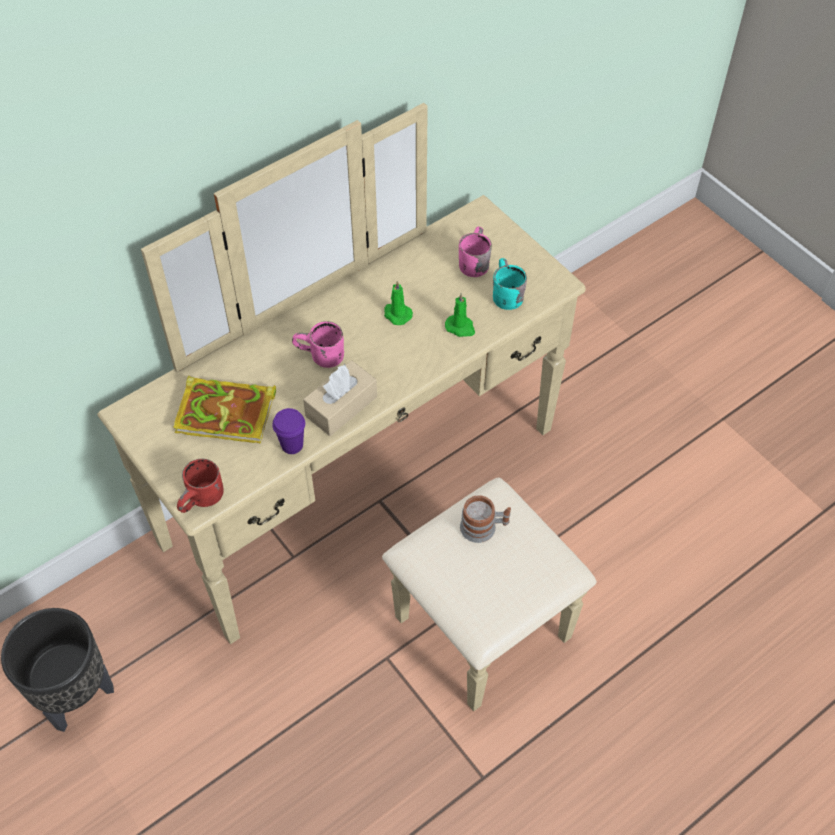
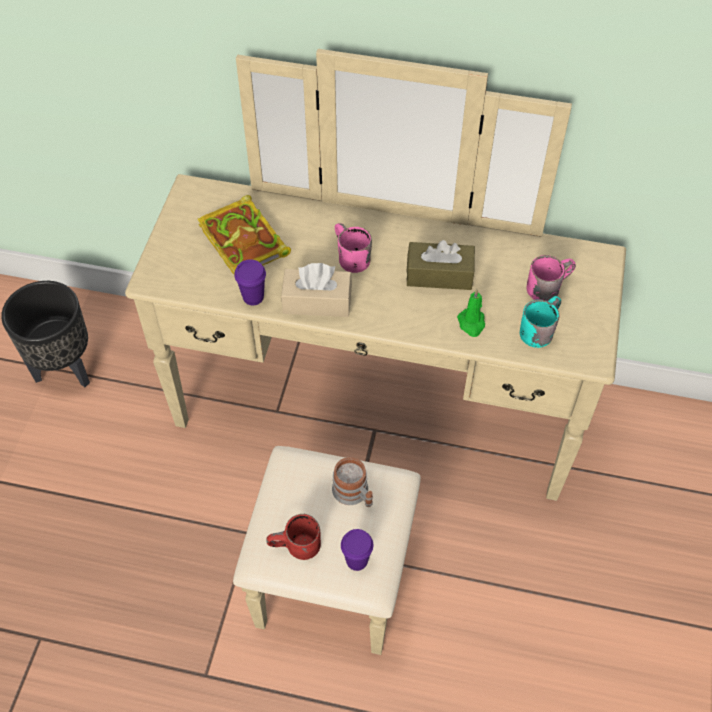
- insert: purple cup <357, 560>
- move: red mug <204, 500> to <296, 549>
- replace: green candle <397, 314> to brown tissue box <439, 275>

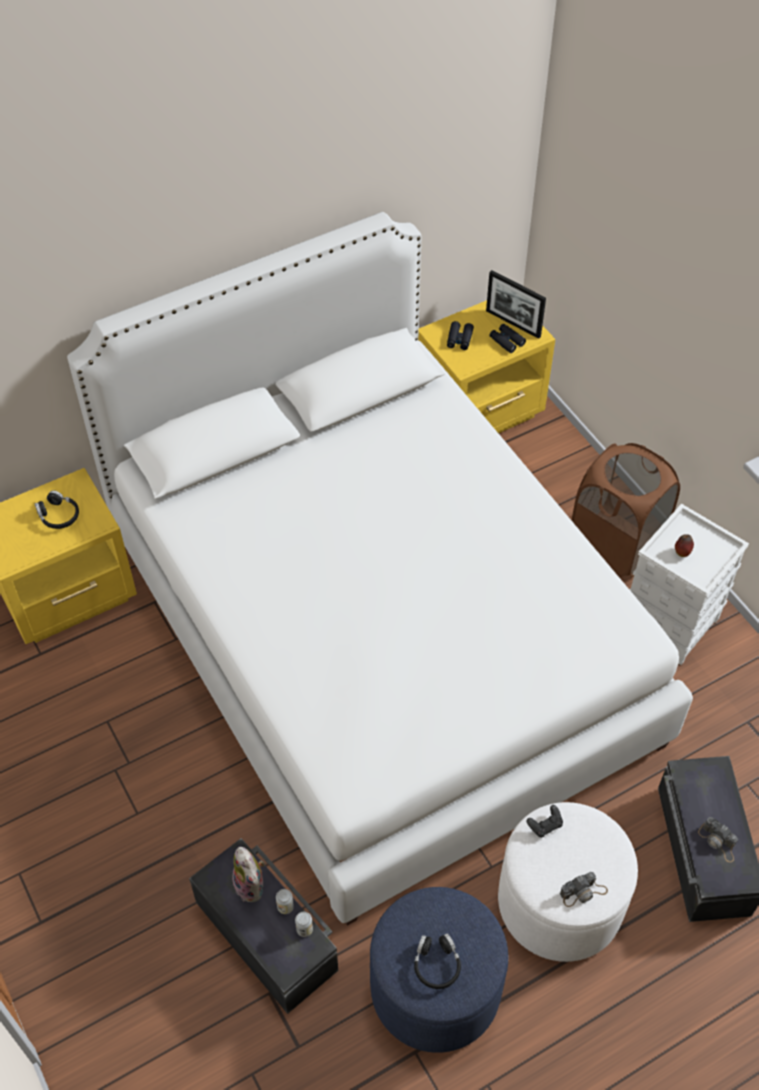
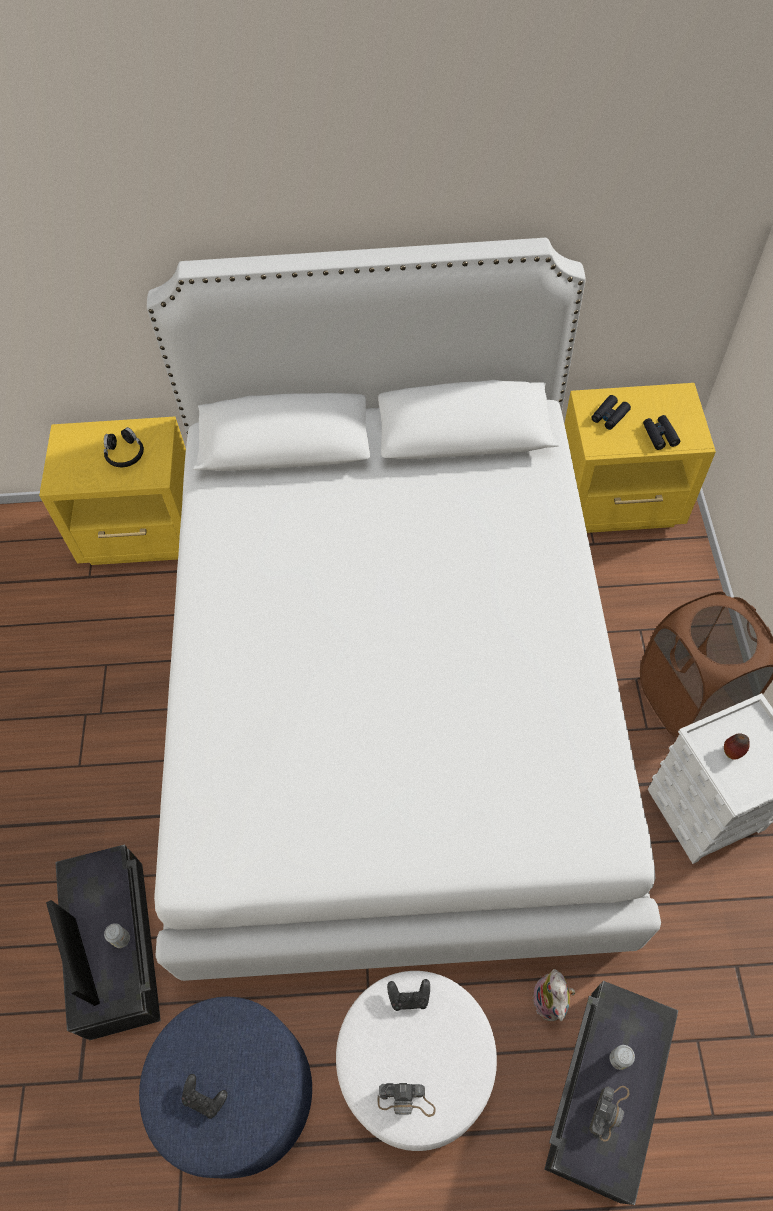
- move: plush toy <252, 886> to <551, 1001>
- move: can <304, 929> to <618, 1059>
- move: picture frame <513, 323> to <84, 961>
- replace: black headphones <436, 964> to black game controller <205, 1097>
- rotate: photo camera <718, 842> = <609, 1110> 135 degrees counterclockwise

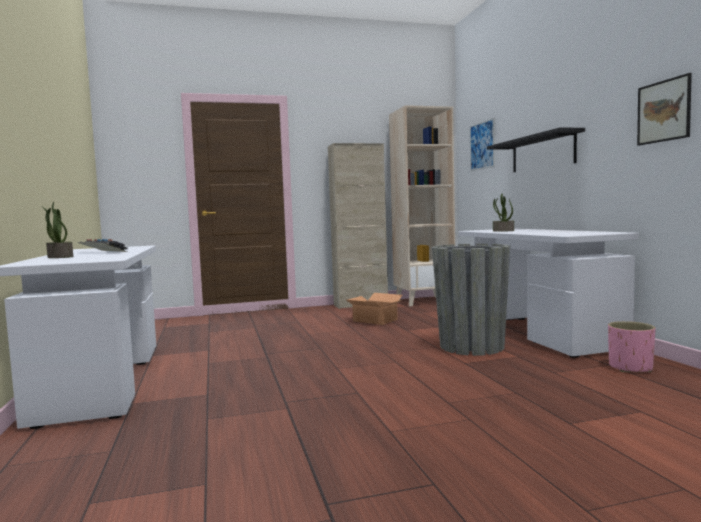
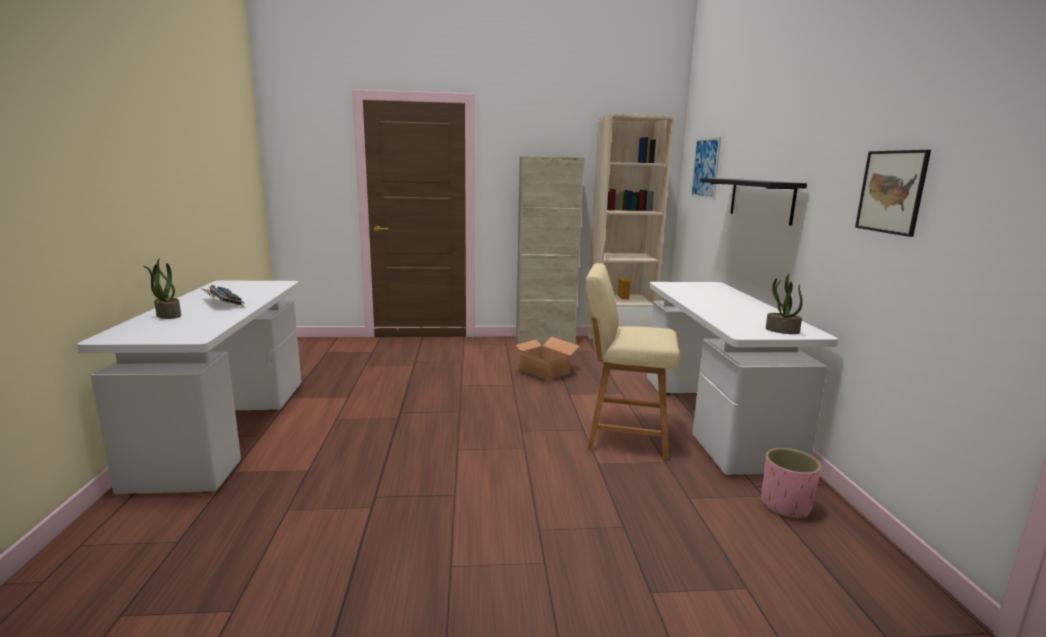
- move: potted plant <503, 231> to <781, 331>
- replace: grey planter <471, 347> to beige stool <622, 435>

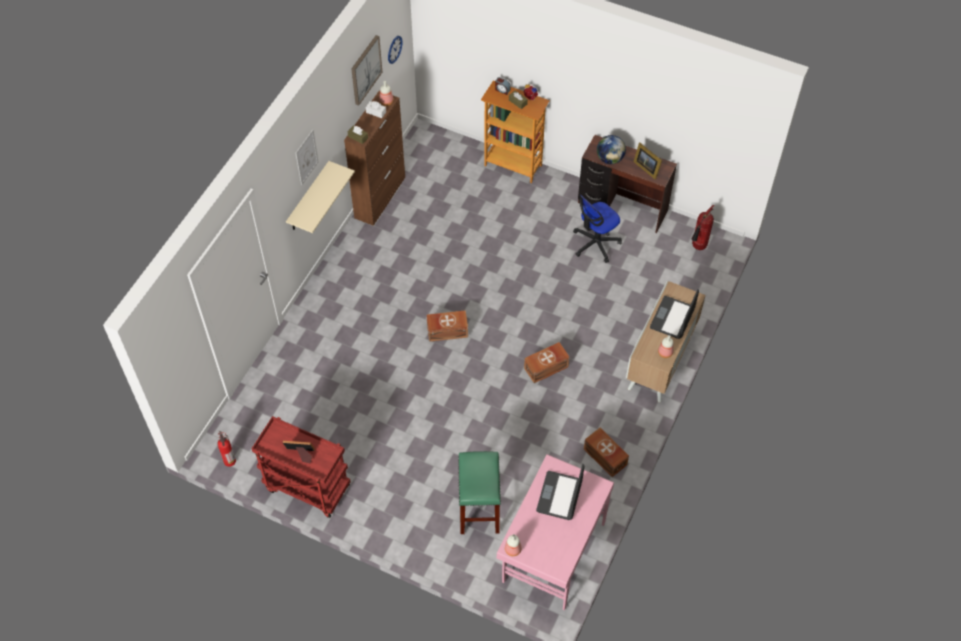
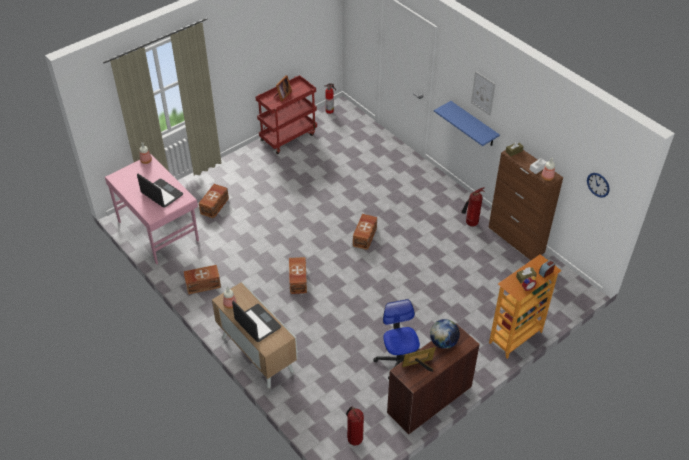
- delete: picture <365, 69>
- insert: fire extinguisher <470, 224>
- replace: green stool <478, 509> to brown storage box <215, 206>
- recolor: beige shelf <308, 198> to blue shelf <473, 124>

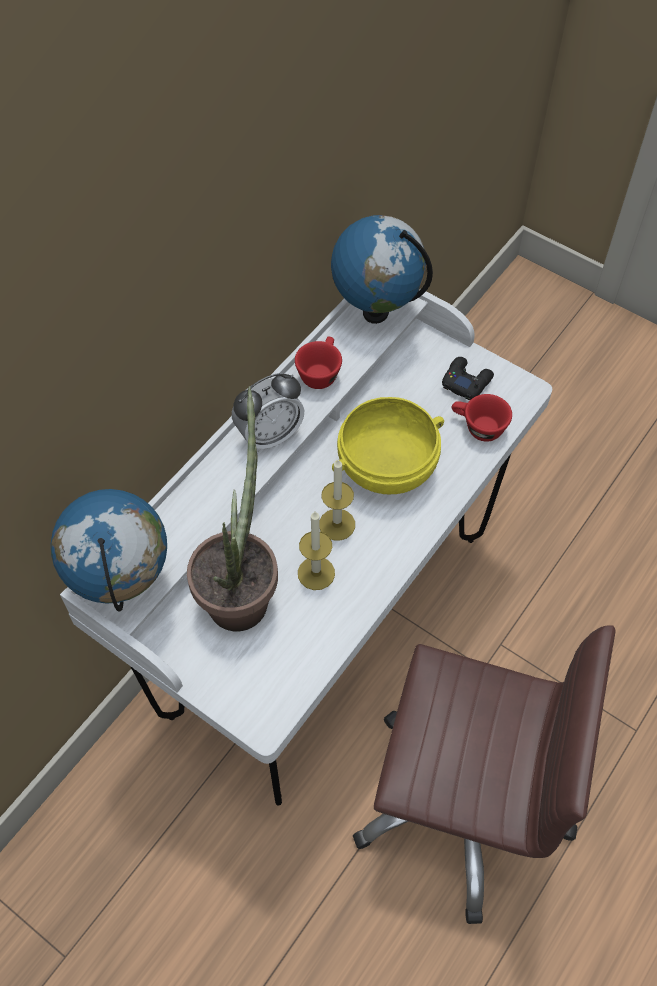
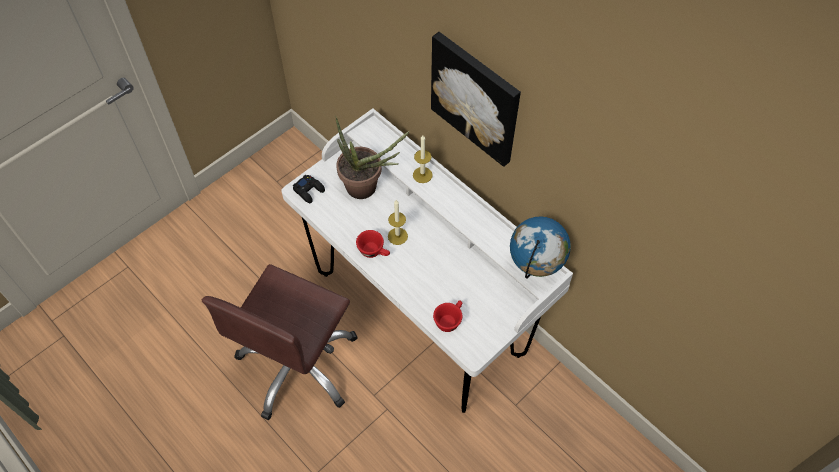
- delete: globe <124, 584>
- delete: alarm clock <269, 435>
- delete: yellow bowl <387, 469>
- insert: picture <476, 97>
- move: red cup <320, 372> to <374, 251>
- move: candle <316, 573> to <422, 175>
- move: black game controller <466, 381> to <309, 190>

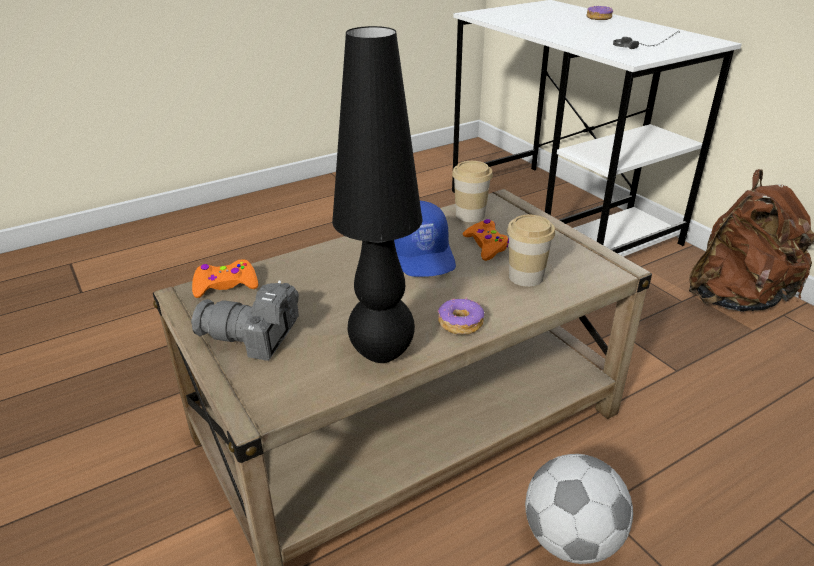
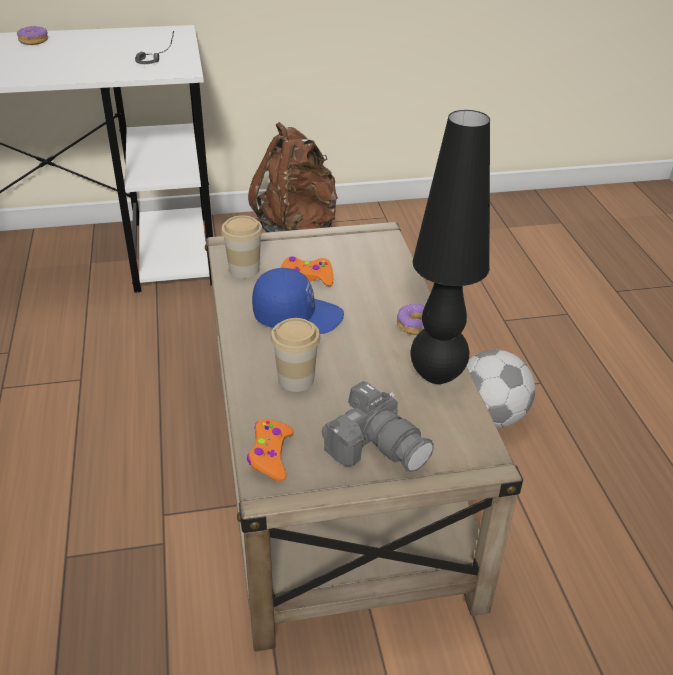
- move: cup <526, 277> to <296, 379>
- rotate: photo camera <254, 336> = <377, 446> 75 degrees counterclockwise

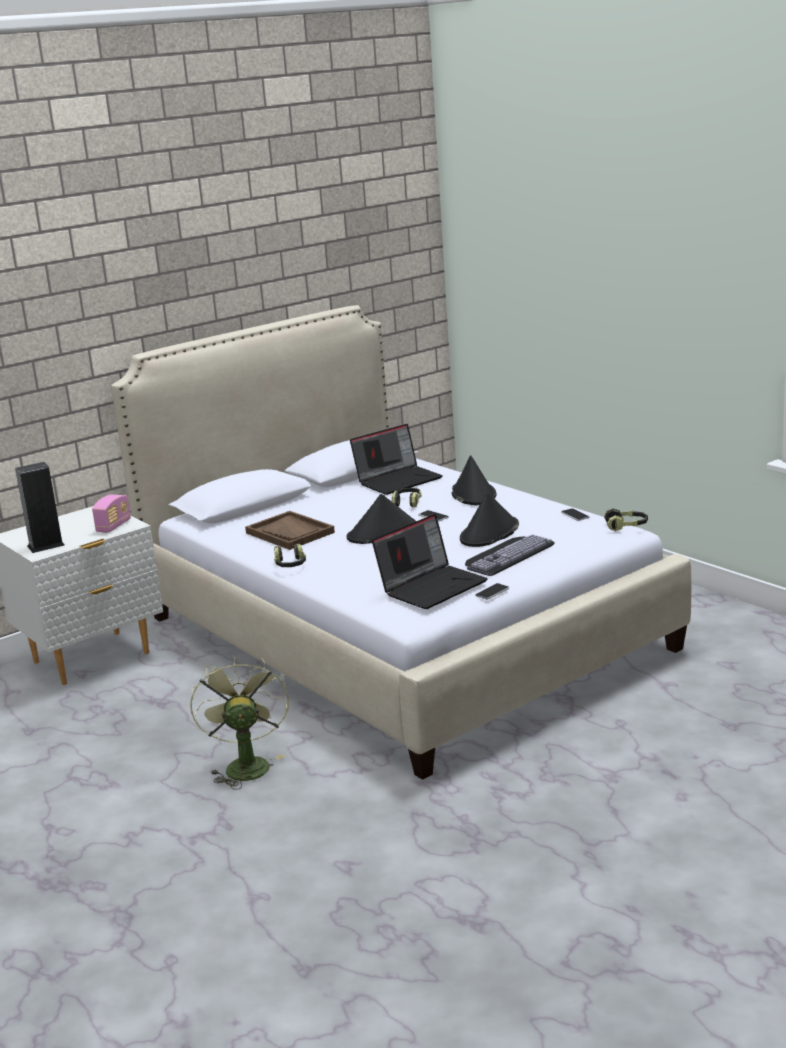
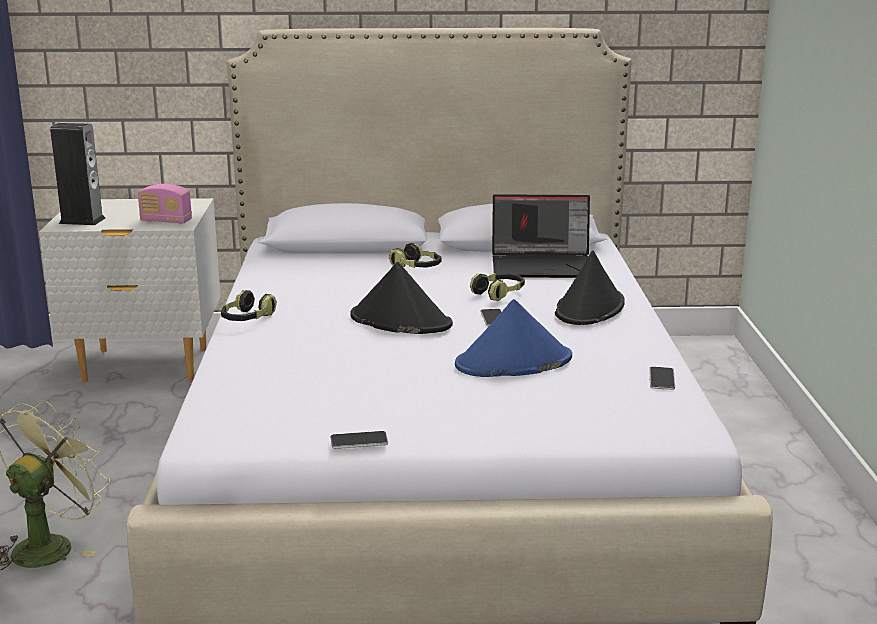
- delete: brown tray <290, 533>
- delete: laptop <432, 586>
- delete: keyboard <506, 554>
- move: headphones <626, 526> to <417, 267>
- recolor: black hat <489, 533> to blue hat <513, 362>
- rotate: radio <113, 526> = <166, 221> 45 degrees clockwise

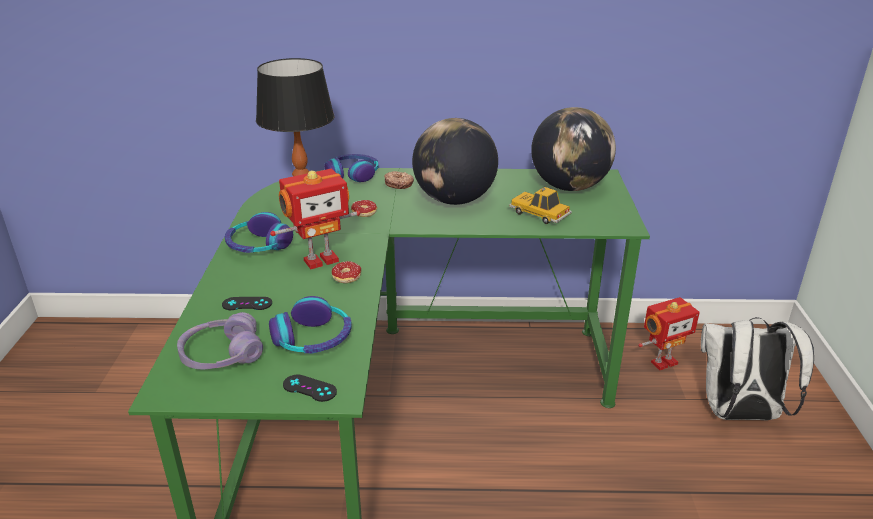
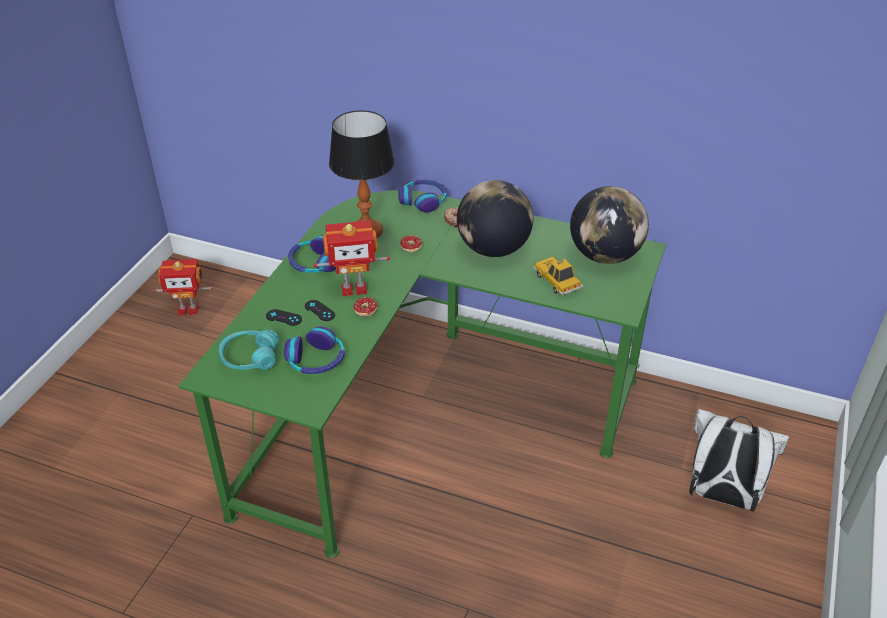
- move: black game controller <309, 388> to <319, 310>
- move: toy robot <663, 362> to <188, 309>
- recolor: purple headphones <222, 355> to turquoise headphones <250, 358>

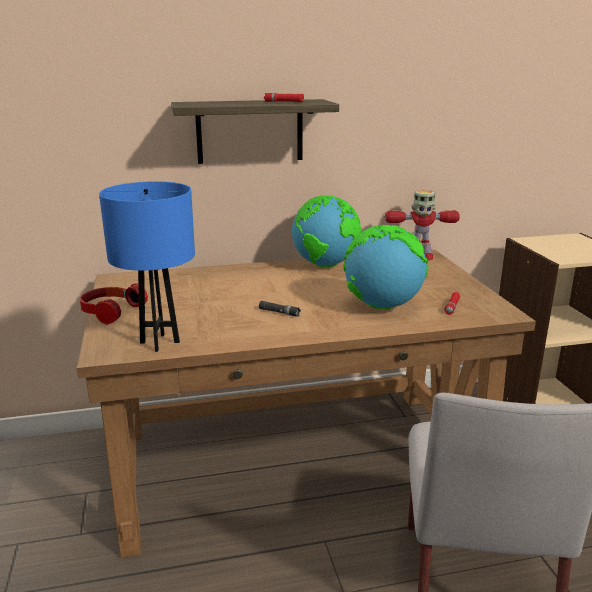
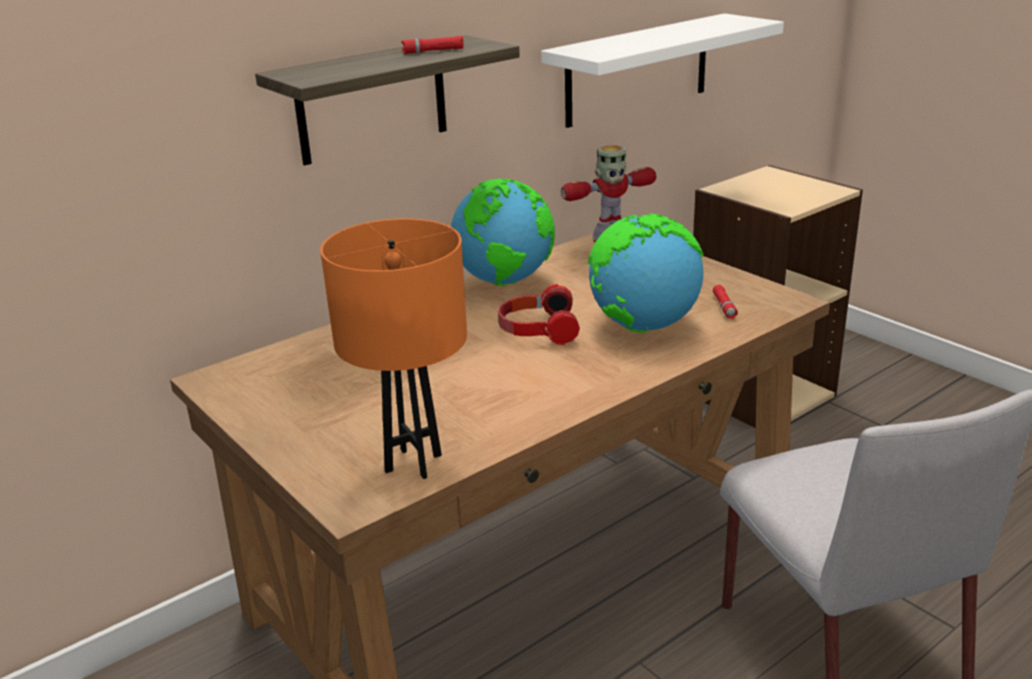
- delete: black flashlight <279, 312>
- insert: white shelf <638, 70>
- move: headphones <110, 312> to <537, 330>
- recolor: blue table lamp <160, 342> to orange table lamp <413, 463>

